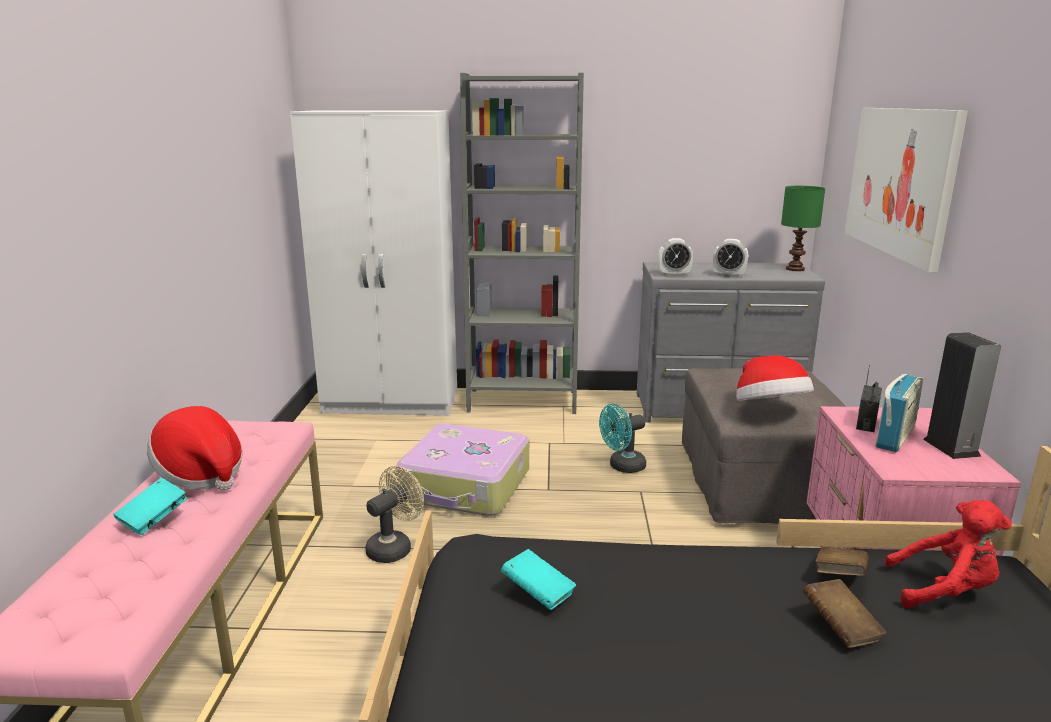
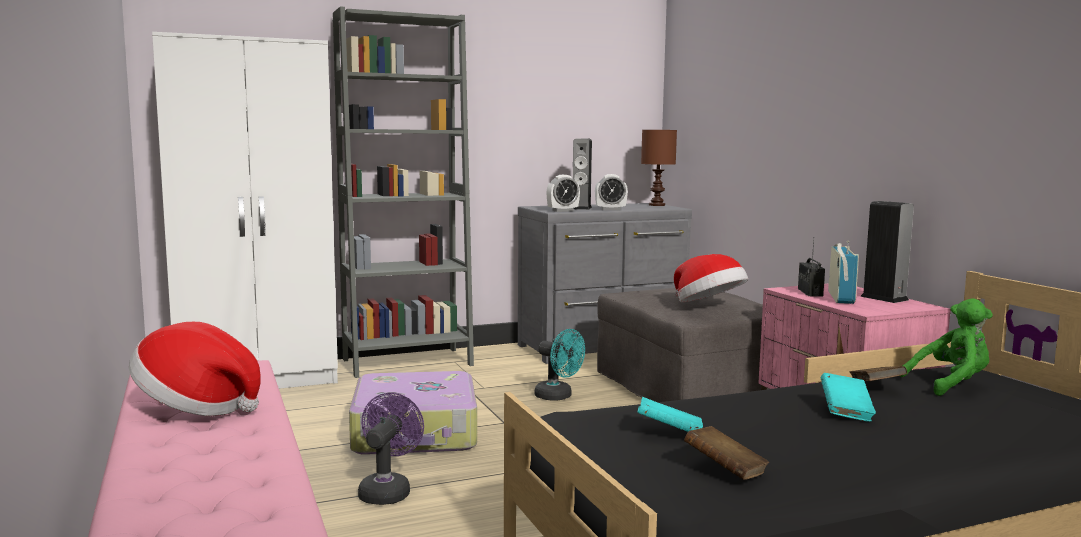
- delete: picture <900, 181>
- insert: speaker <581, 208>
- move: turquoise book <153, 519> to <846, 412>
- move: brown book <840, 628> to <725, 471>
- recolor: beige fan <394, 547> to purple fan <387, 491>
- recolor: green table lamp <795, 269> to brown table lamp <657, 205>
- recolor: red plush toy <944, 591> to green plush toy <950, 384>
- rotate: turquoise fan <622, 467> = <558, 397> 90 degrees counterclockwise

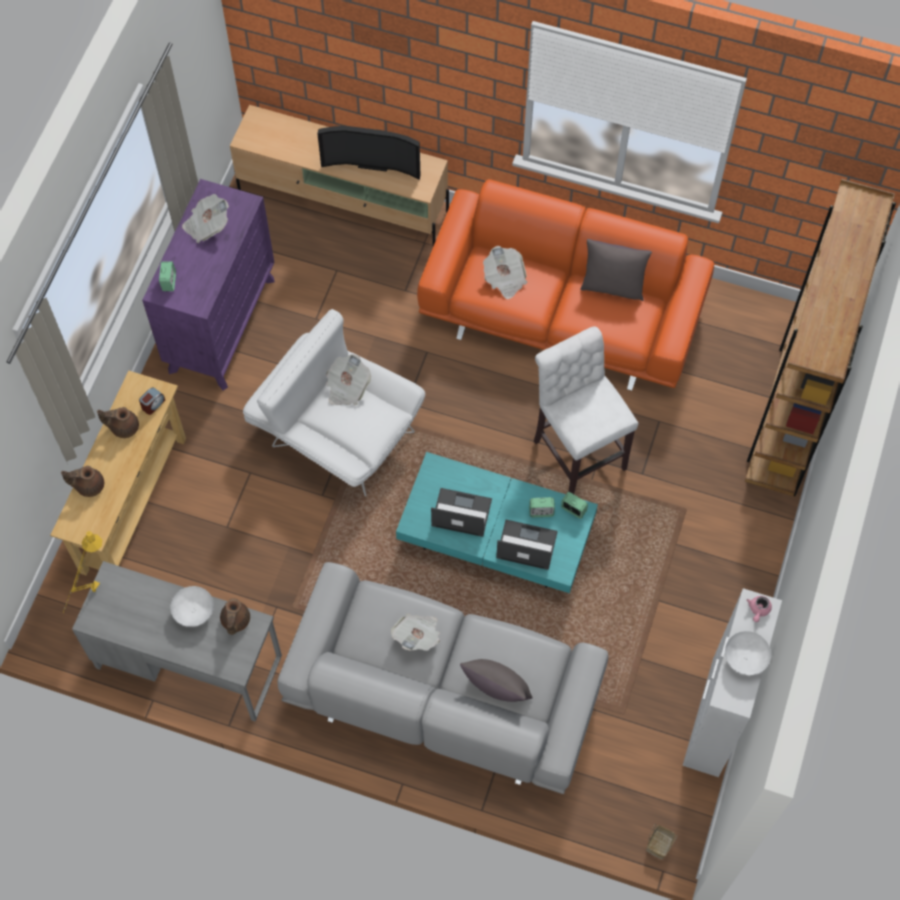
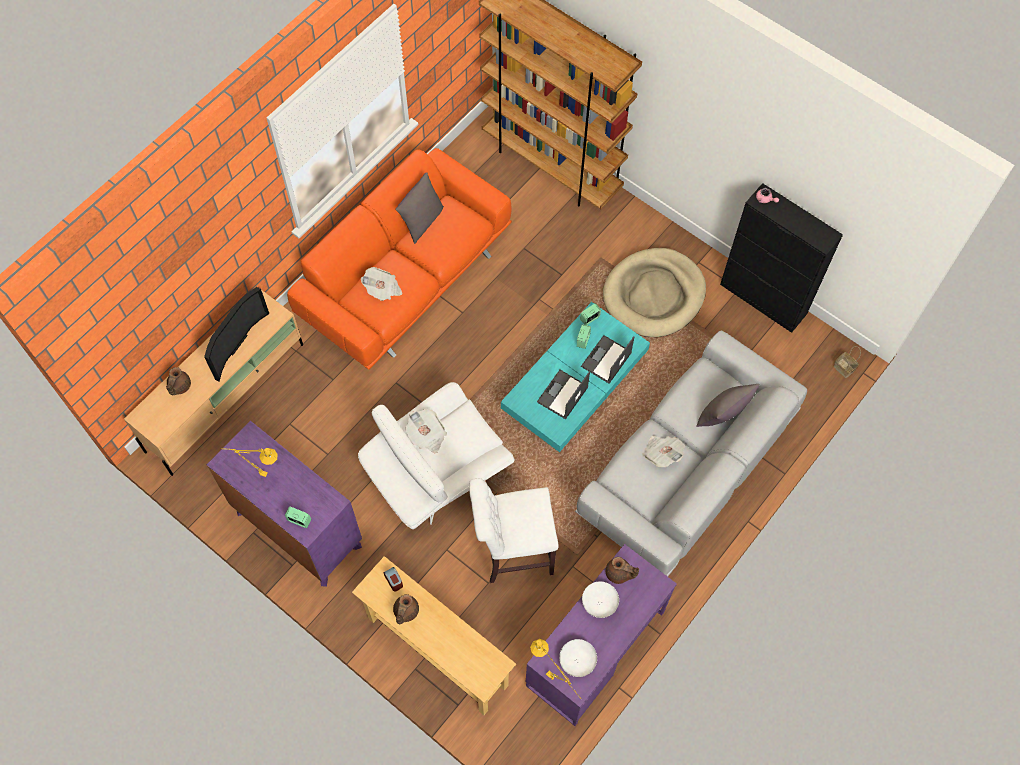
- insert: beige dog bed <654, 295>
- move: brown teapot <88, 485> to <179, 386>
- move: white stool <577, 451> to <512, 552>
- move: white bowl <746, 659> to <578, 660>
- replace: newspaper <207, 225> to yellow table lamp <257, 473>
- recolor: grey desk <188, 661> to purple desk <595, 648>
- recolor: white cabinet <715, 717> to black cabinet <763, 299>

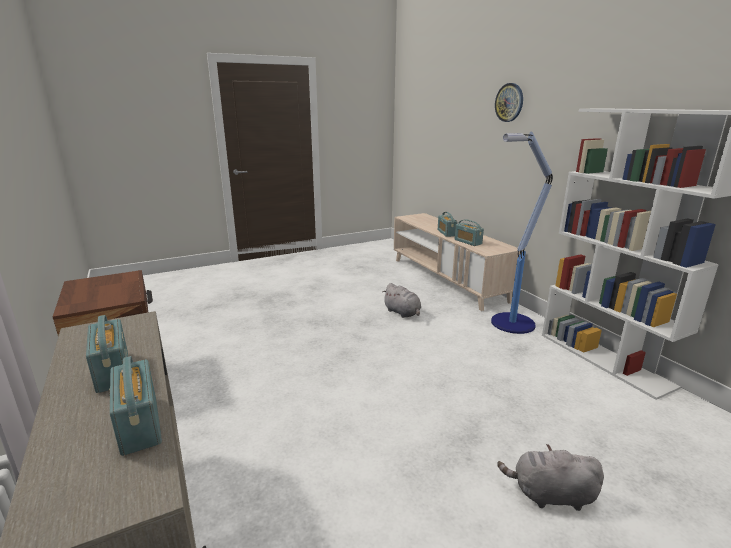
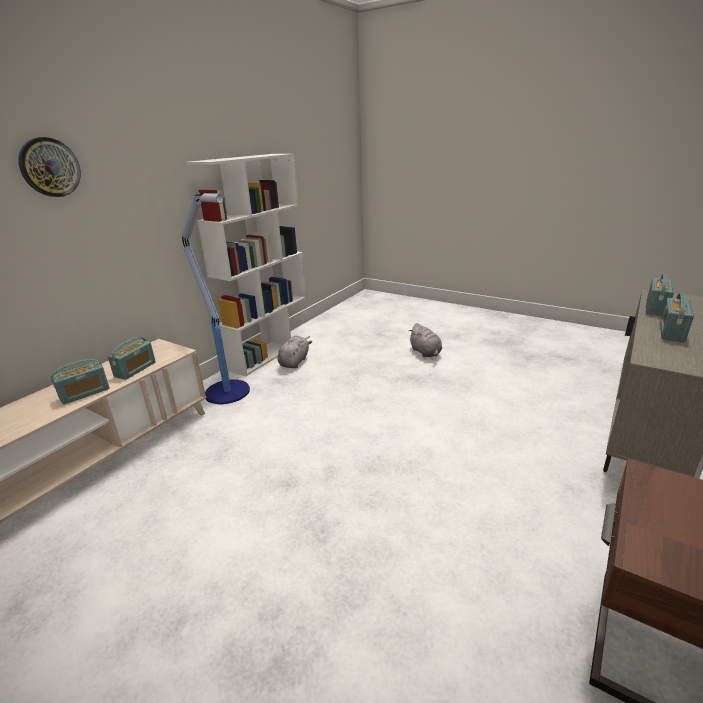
- move: grey plush toy <403, 313> to <294, 362>

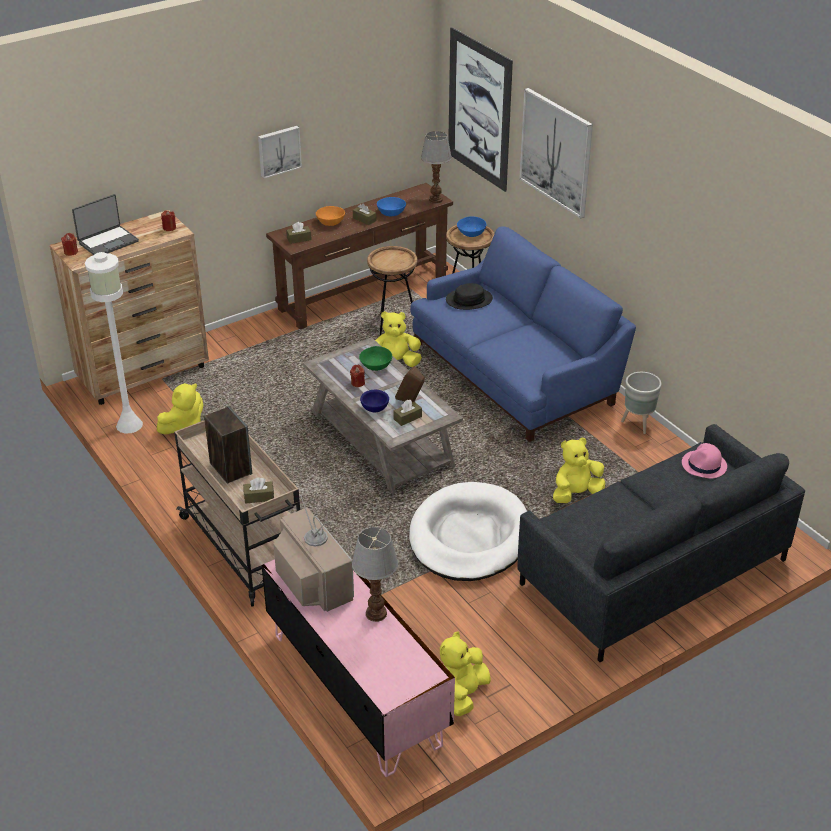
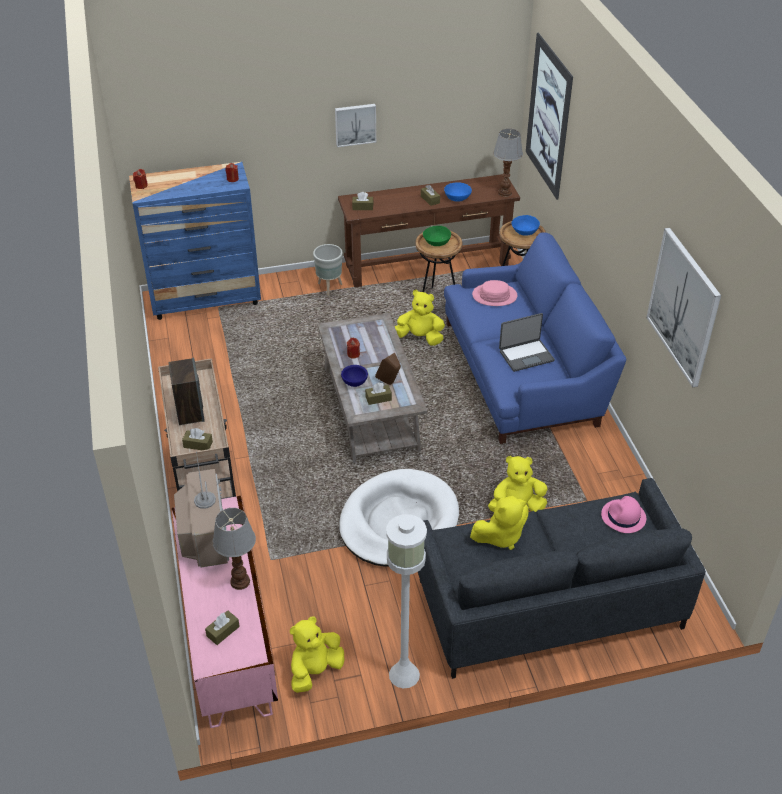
- delete: orange bowl <330, 222>
- insert: brown tissue box <223, 631>
- move: laptop <108, 242> to <526, 355>
- move: white floor lamp <129, 425> to <404, 675>
- move: yellow plush toy <183, 426> to <500, 536>
- move: green bowl <376, 366> to <436, 242>
- move: picture <556, 152> to <683, 306>
- move: grey planter <638, 424> to <329, 288>
- recolor: brown dresser <144, 374> to blue dresser <206, 299>
- recolor: black hat <469, 300> to pink hat <494, 296>

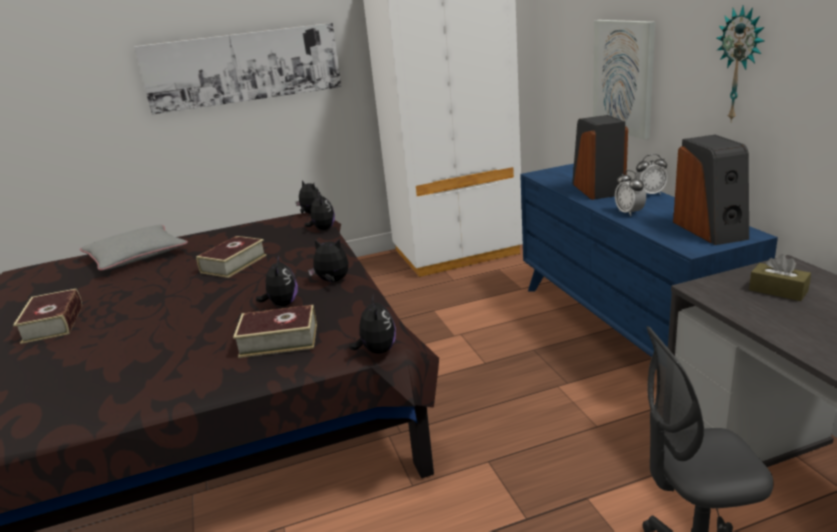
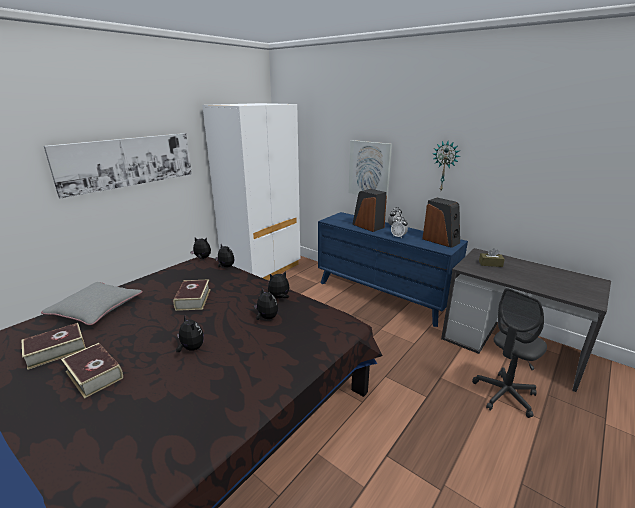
- move: book <279, 340> to <56, 350>
- move: plush toy <377, 351> to <191, 348>

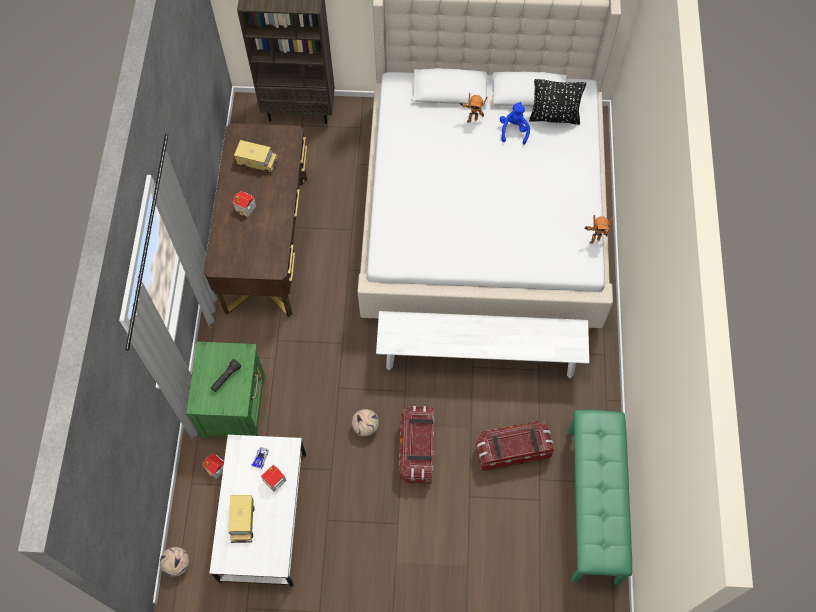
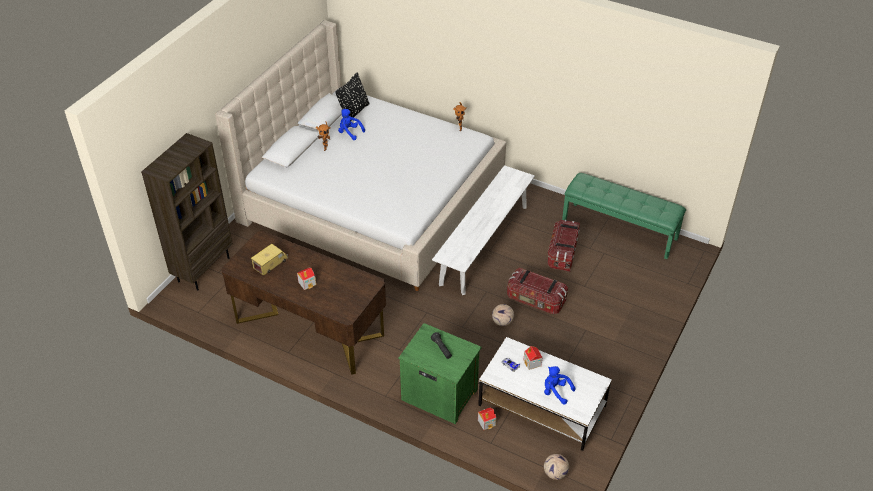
- replace: toy truck <243, 521> to blue plush toy <556, 391>

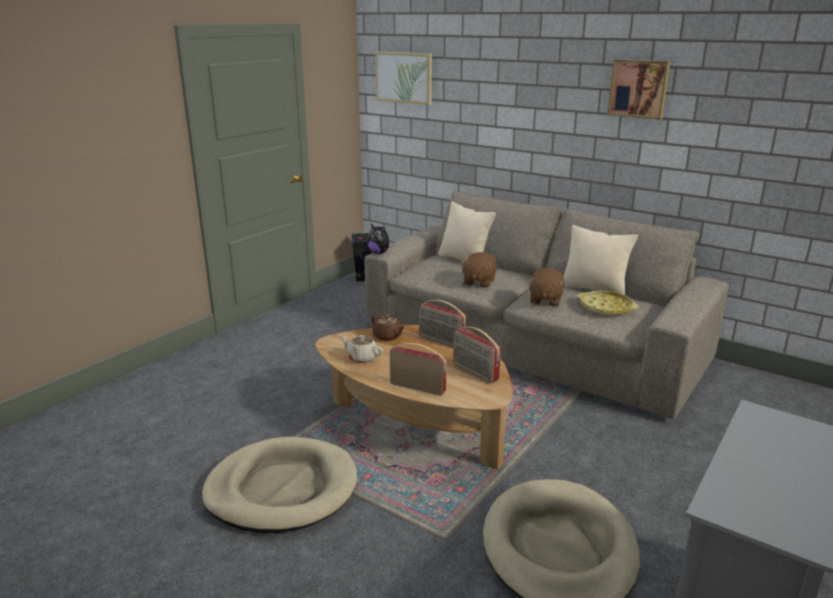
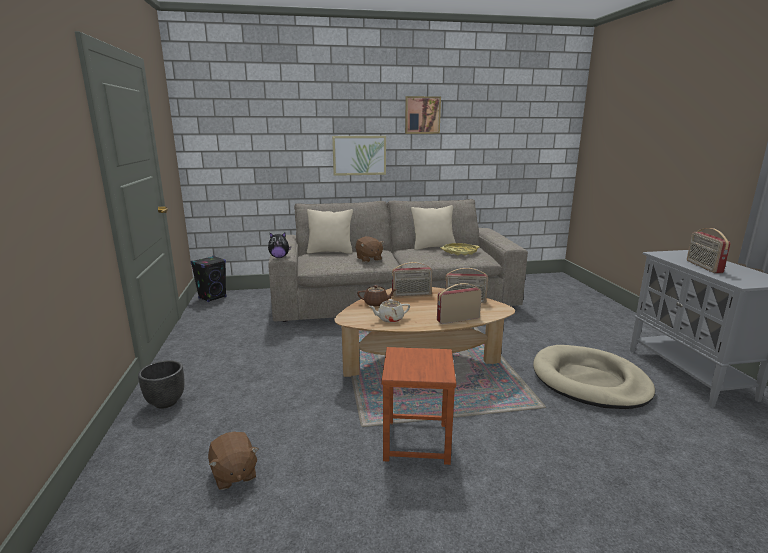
- insert: black planter <165, 402>
- insert: radio <703, 267>
- move: picture <404, 77> to <359, 155>
- move: brown plush toy <545, 300> to <233, 474>
- replace: beige dog bed <282, 489> to brown stool <416, 442>

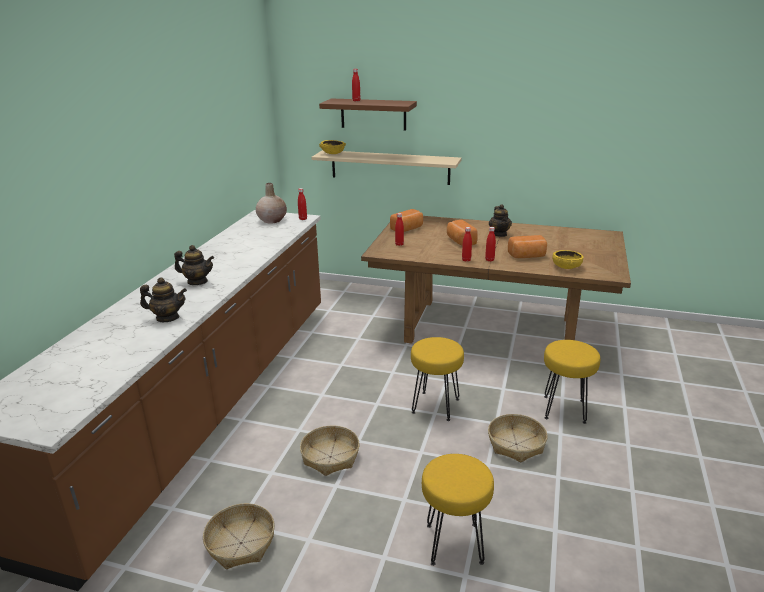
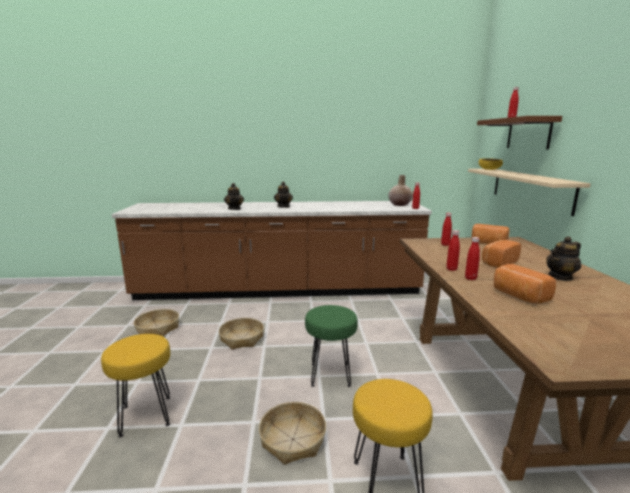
- delete: yellow bowl <566, 267>
- recolor: yellow stool <436, 405> to green stool <331, 374>

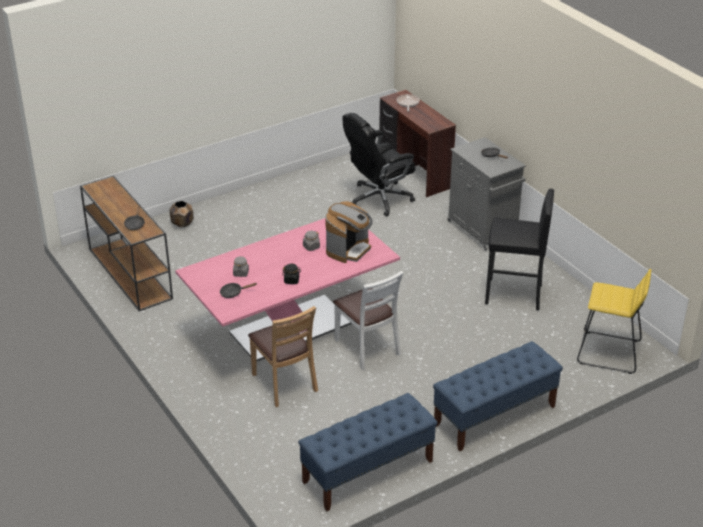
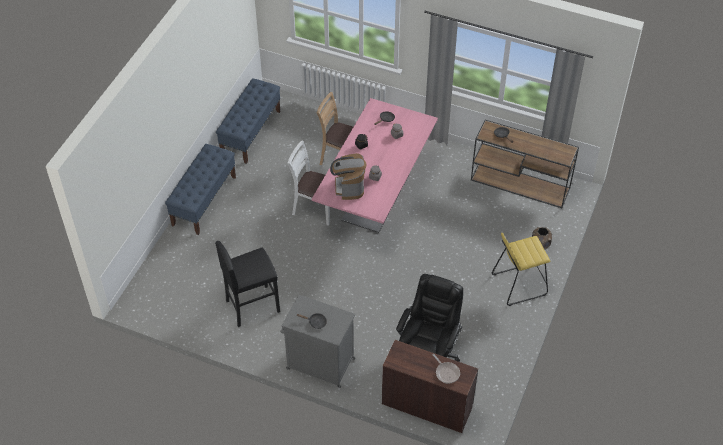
- move: yellow stool <609, 352> to <519, 284>

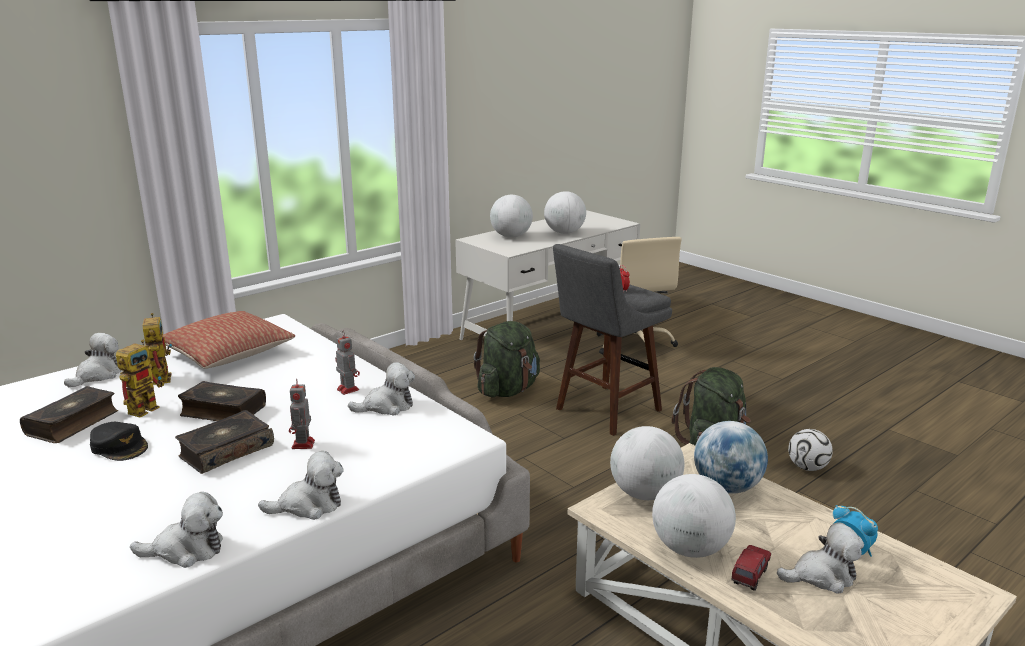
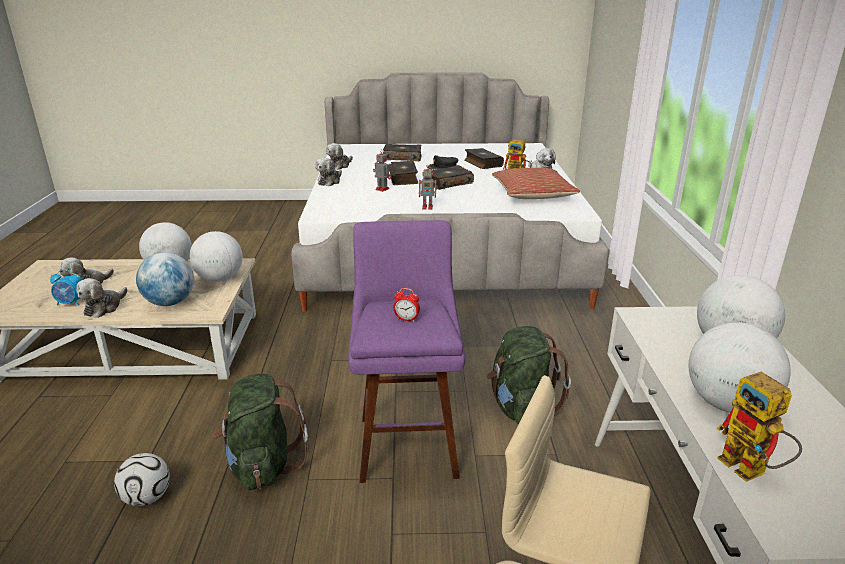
- delete: toy truck <749, 577>
- insert: book <402, 158>
- move: toy robot <146, 407> to <751, 470>
- move: plush toy <387, 406> to <104, 307>
- recolor: grey stool <605, 411> to purple stool <407, 442>

